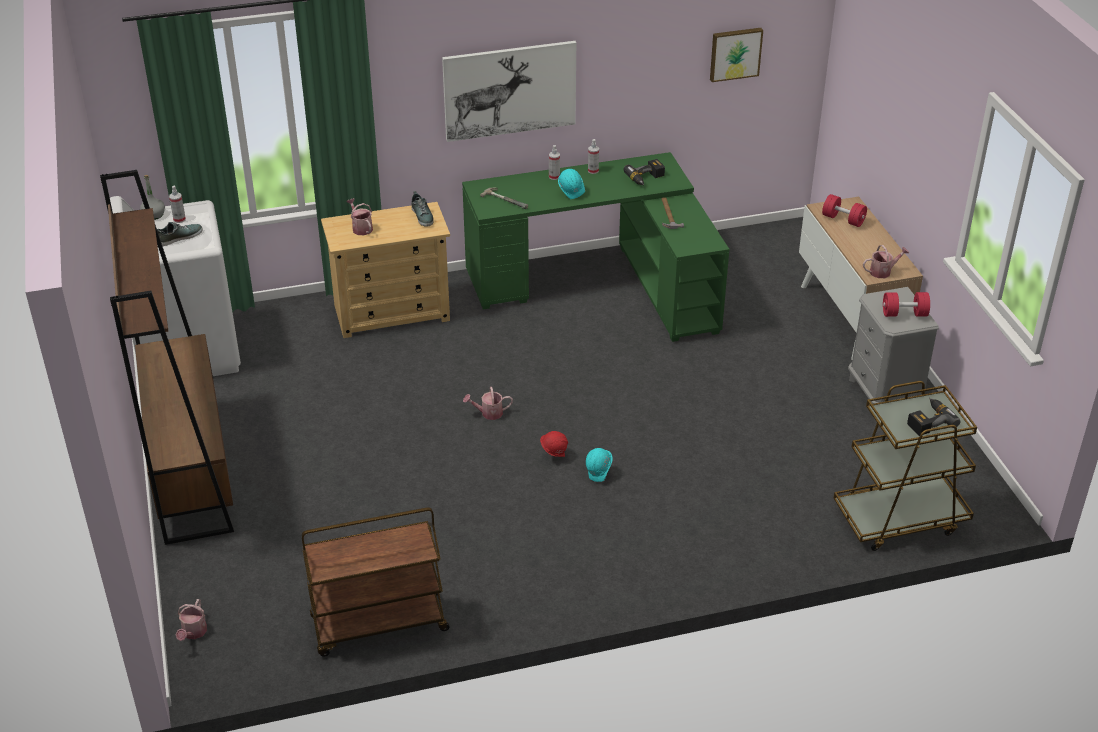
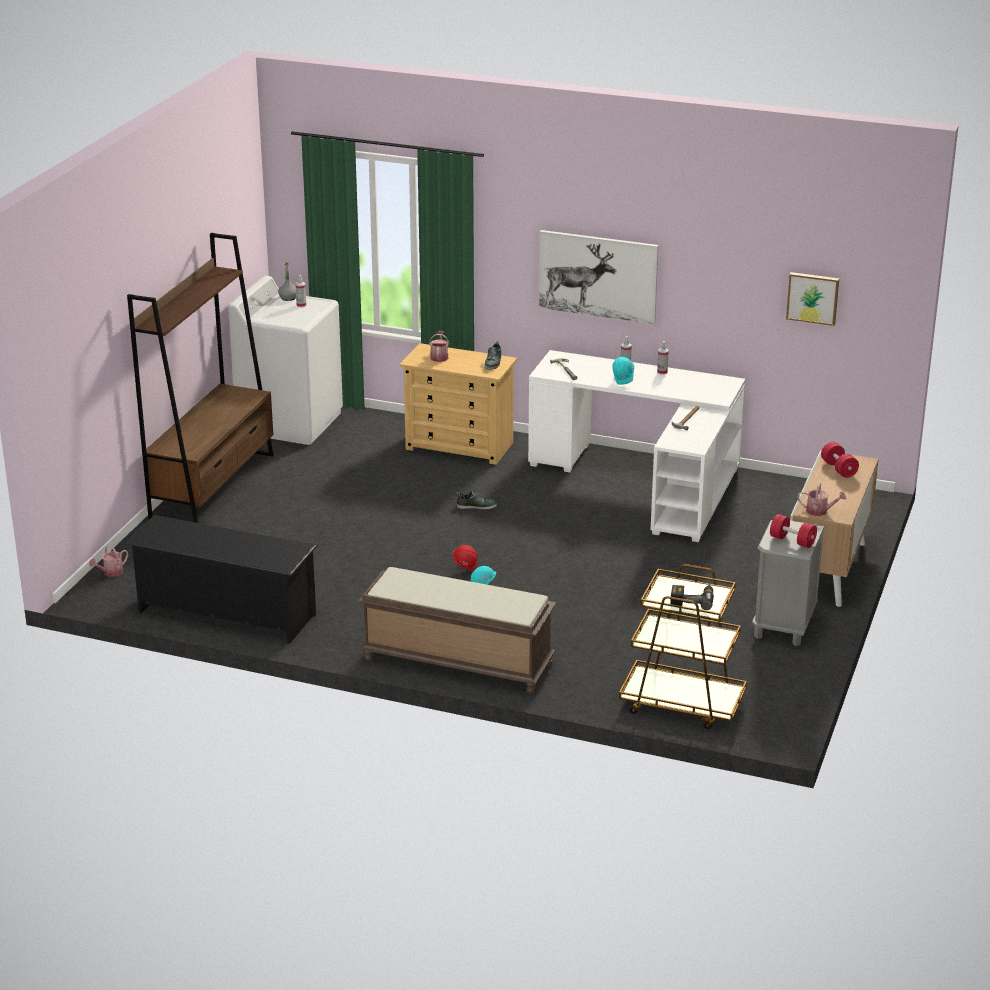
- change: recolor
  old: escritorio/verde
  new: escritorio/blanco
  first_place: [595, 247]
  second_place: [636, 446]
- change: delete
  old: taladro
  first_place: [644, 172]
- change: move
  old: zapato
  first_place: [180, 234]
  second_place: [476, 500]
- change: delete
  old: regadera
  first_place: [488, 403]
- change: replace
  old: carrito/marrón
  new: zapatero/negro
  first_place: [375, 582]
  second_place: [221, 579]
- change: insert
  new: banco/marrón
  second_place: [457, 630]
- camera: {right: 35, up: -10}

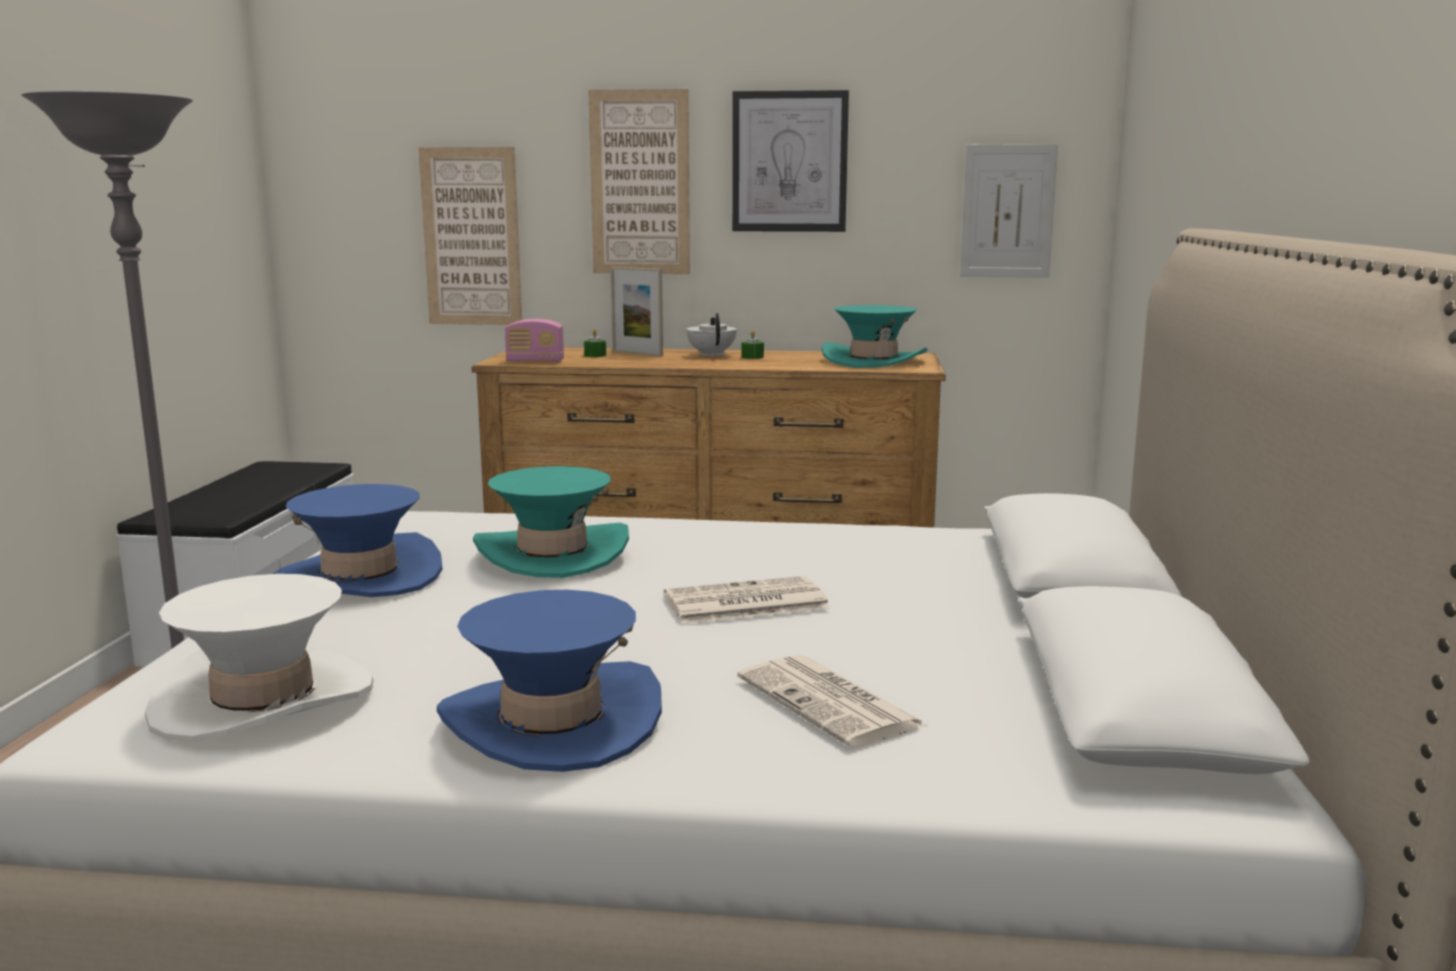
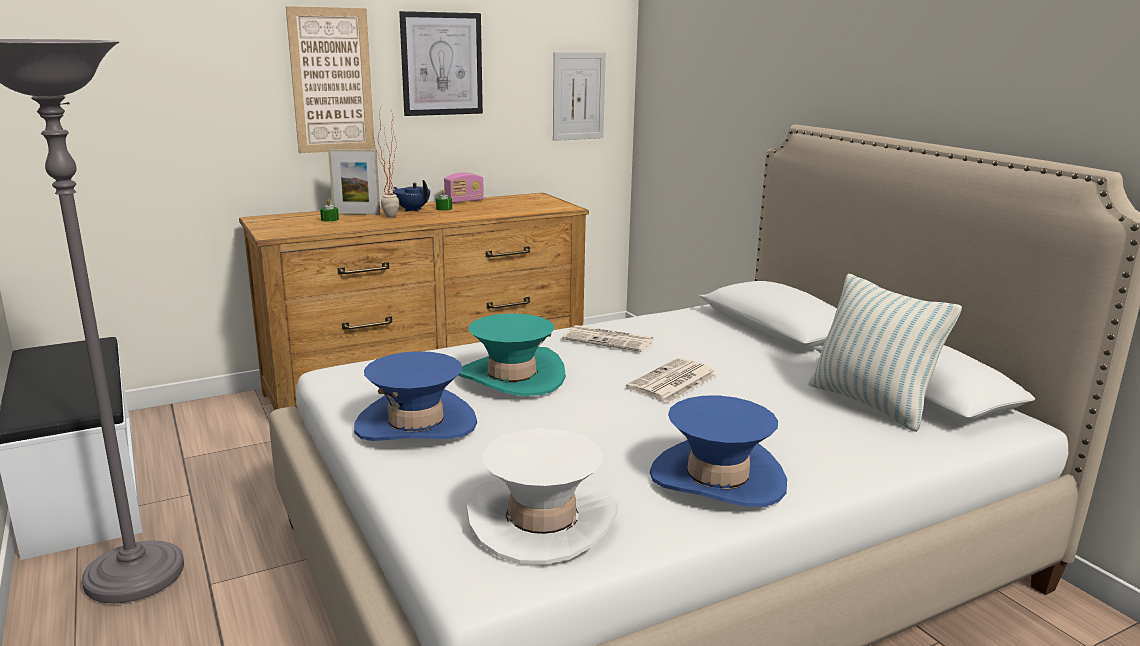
- change: delete
  old: cuadro
  first_place: [470, 236]
- change: delete
  old: sombrero/turquesa
  first_place: [875, 336]
- change: recolor
  old: tetera/blanco
  new: tetera/azul
  first_place: [711, 335]
  second_place: [411, 196]
- change: move
  old: radio
  first_place: [534, 341]
  second_place: [464, 187]
- change: move
  old: periódico
  first_place: [832, 701]
  second_place: [608, 338]
- change: insert
  new: planta en maceta
  second_place: [384, 161]
- change: insert
  new: cojín
  second_place: [885, 353]
- camera: {right: -35, up: 5}

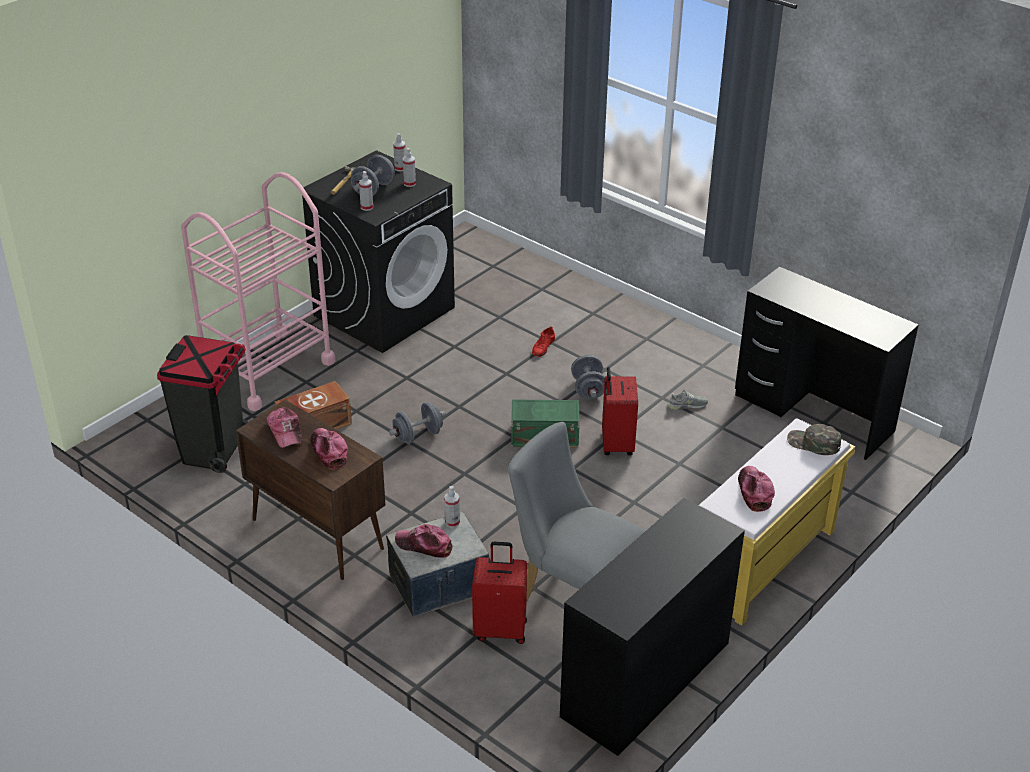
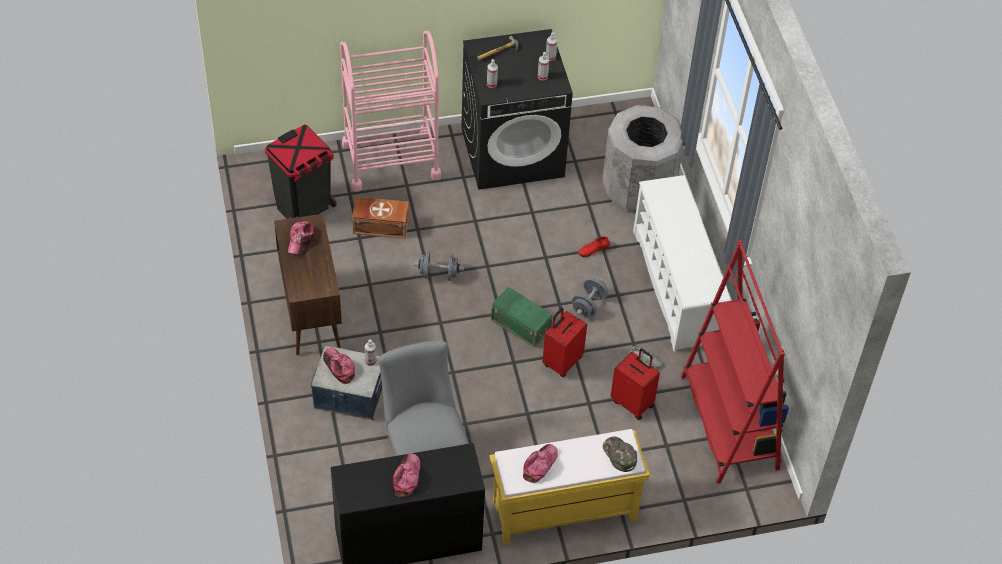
- change: delete
  old: mancuerna/gris
  first_place: [373, 175]
- change: replace
  old: escritorio/negro
  new: estantería/rojo
  first_place: [826, 363]
  second_place: [735, 362]
- change: move
  old: gorra
  first_place: [329, 449]
  second_place: [406, 475]
- change: move
  old: maleta/rojo
  first_place: [499, 593]
  second_place: [635, 384]
- change: insert
  new: papelera/gris
  second_place: [643, 159]
- change: insert
  new: zapatero/blanco
  second_place: [682, 263]
- camera: {right: 35, up: 15}

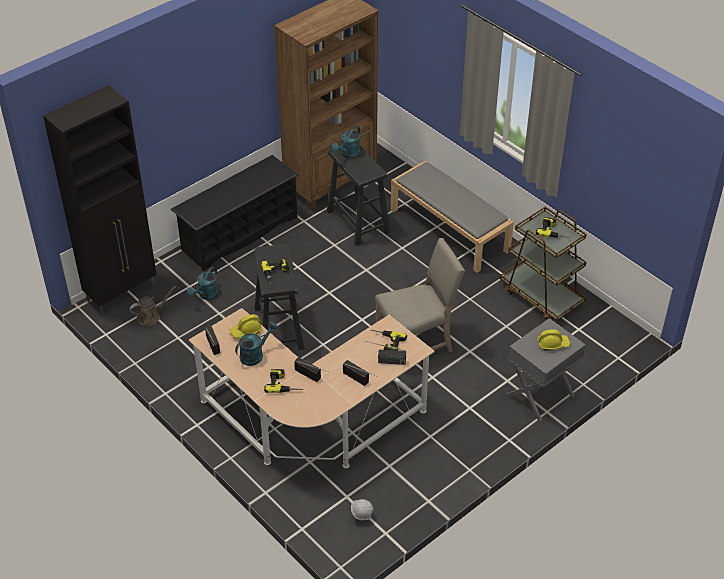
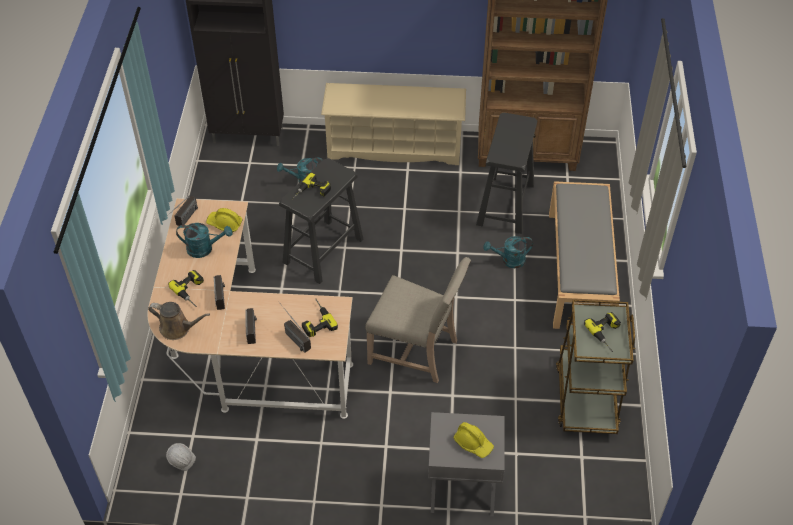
- change: move
  old: regadera/turquesa
  first_place: [346, 142]
  second_place: [508, 252]
- change: recolor
  old: zapatero/negro
  new: zapatero/beis
  first_place: [234, 213]
  second_place: [393, 124]
- change: move
  old: regadera/marrón
  first_place: [152, 305]
  second_place: [179, 321]
- camera: {right: 45, up: 5}

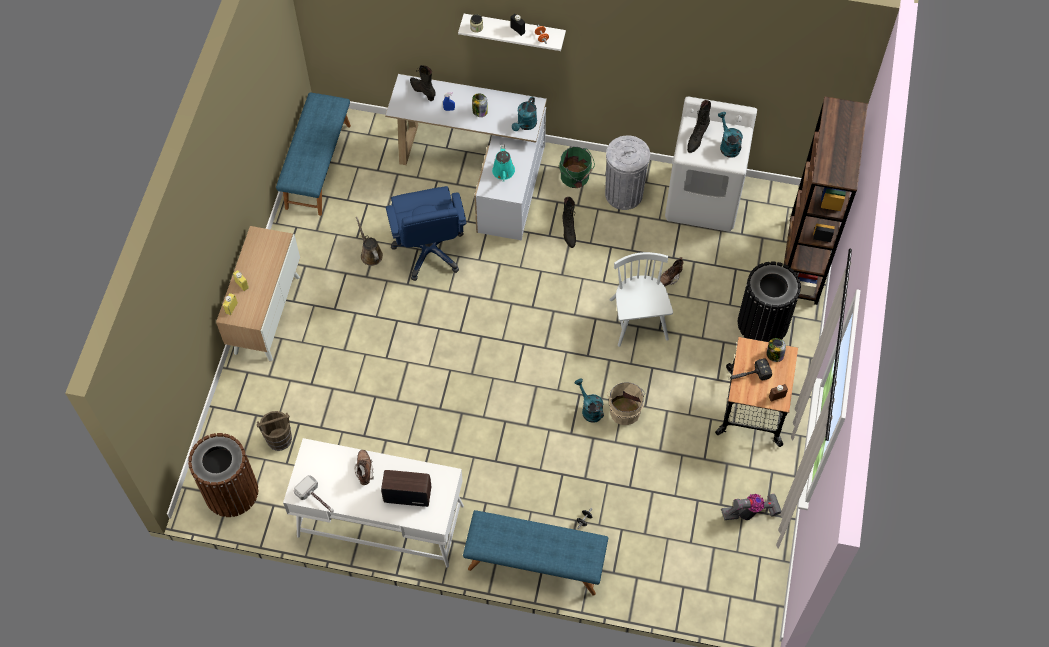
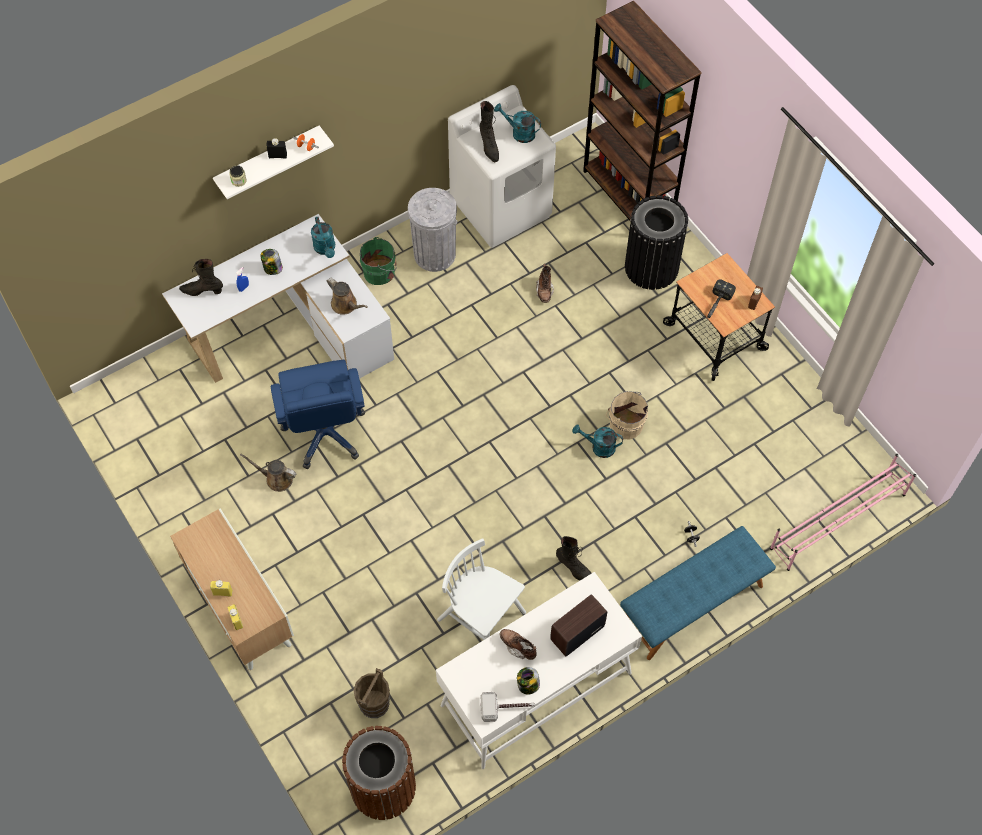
- change: delete
  old: banco/azul
  first_place: [313, 154]
- change: recolor
  old: regadera/turquesa
  new: regadera/marrón
  first_place: [503, 163]
  second_place: [347, 296]
- change: rotate
  old: silla de oficina/azul
  first_place: [426, 233]
  second_place: [318, 414]
  degrees: 45
- change: move
  old: bota/negro
  first_place: [569, 222]
  second_place: [574, 558]
- change: move
  old: silla/blanco
  first_place: [641, 299]
  second_place: [481, 589]
- change: move
  old: tarro
  first_place: [776, 350]
  second_place: [528, 680]
- change: delete
  old: aspiradora
  first_place: [751, 507]
- change: insert
  new: zapatero/rosa
  second_place: [843, 512]
- camera: {right: -45, up: 0}

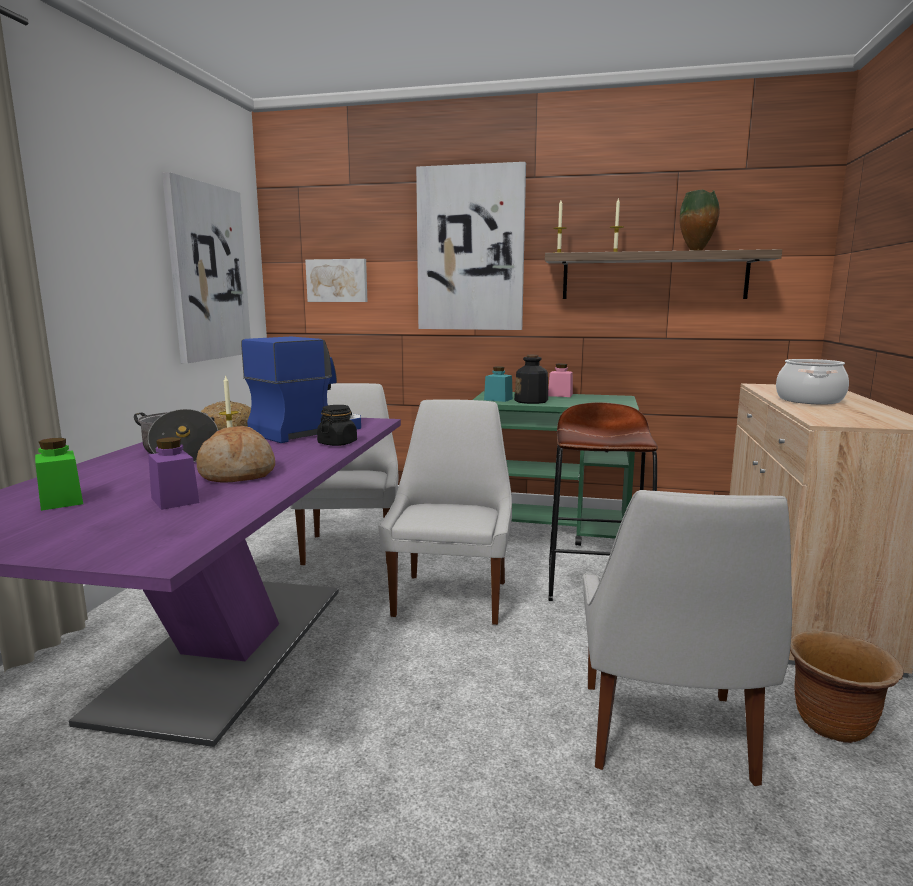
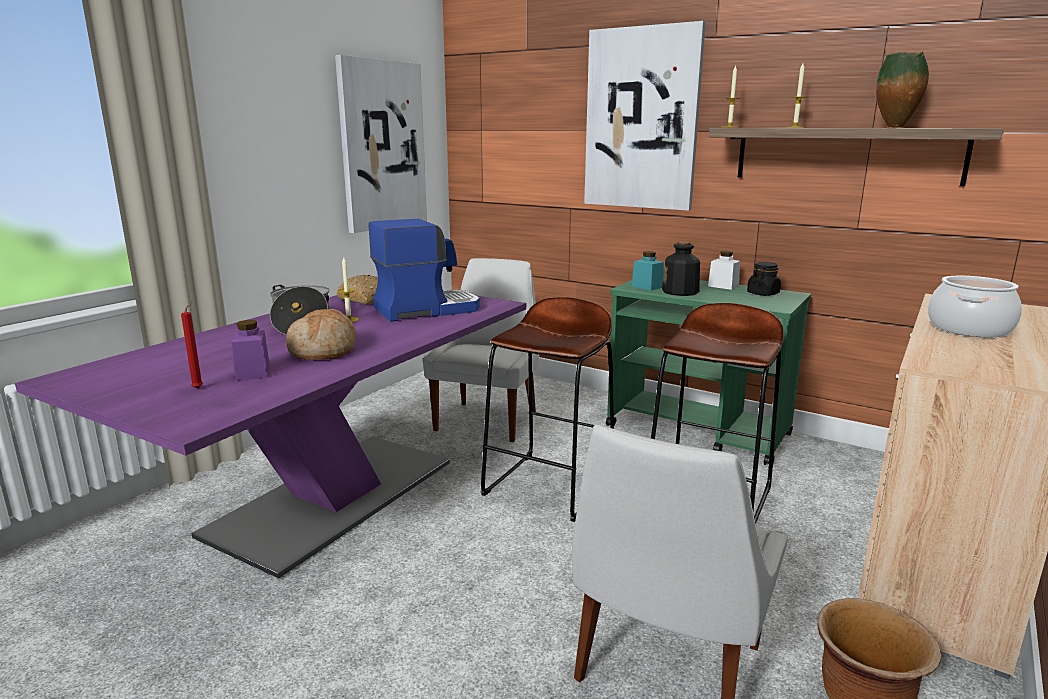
- change: delete
  old: cuadro
  first_place: [336, 280]
- change: recolor
  old: tarro/rosa
  new: tarro/blanco
  first_place: [560, 380]
  second_place: [724, 270]
- change: replace
  old: silla/blanco
  new: taburete/marrón
  first_place: [445, 512]
  second_place: [547, 409]
- change: move
  old: tarro/negro
  first_place: [337, 425]
  second_place: [764, 279]
- change: delete
  old: tarro/verde
  first_place: [59, 474]
- change: insert
  new: vela/rojo
  second_place: [192, 345]
- camera: {right: 20, up: 5}

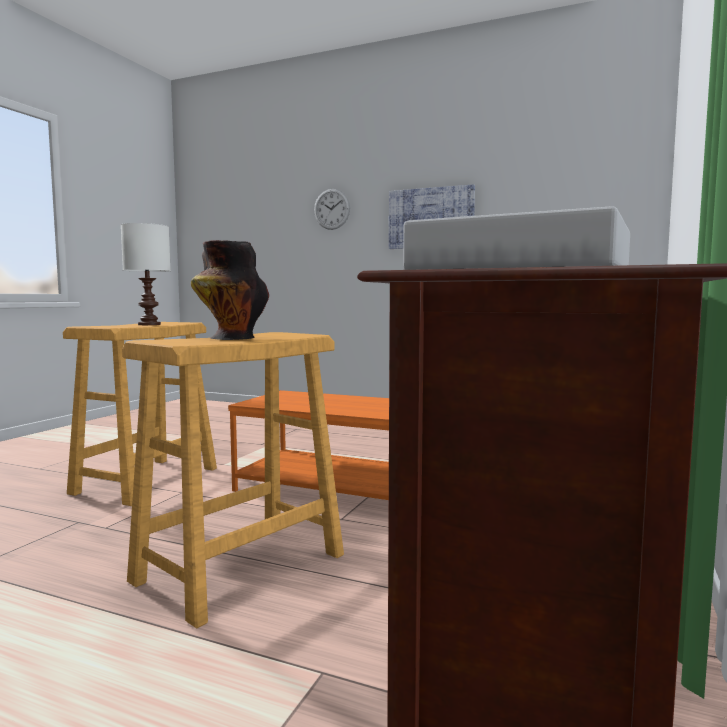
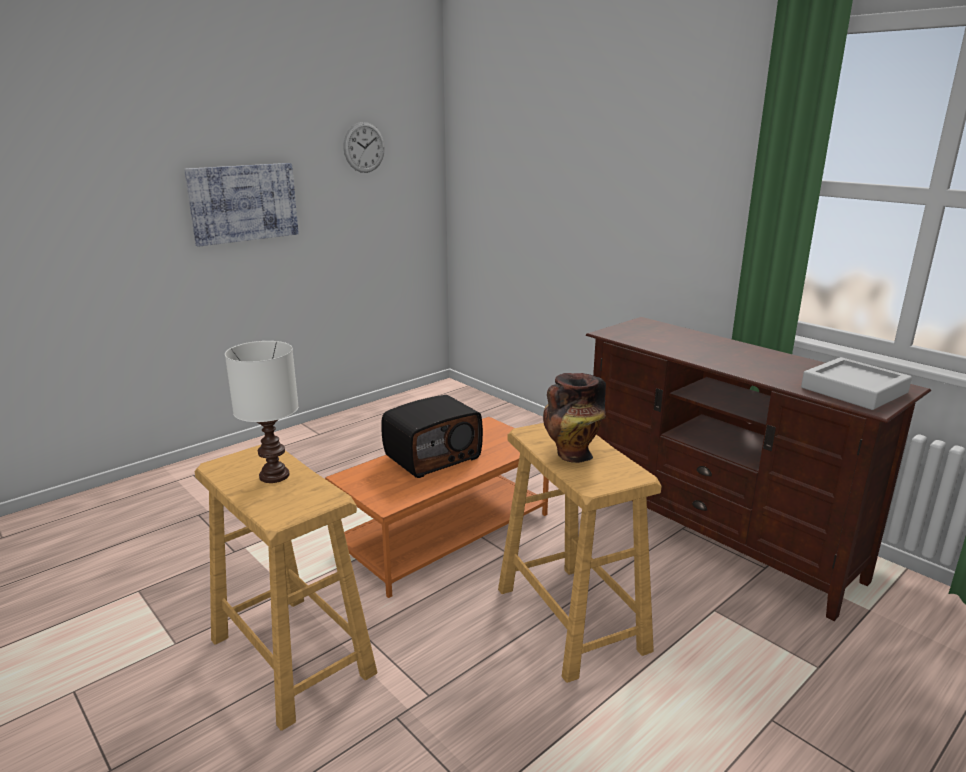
- change: move
  old: reloj de pared
  first_place: [332, 209]
  second_place: [364, 147]
- change: insert
  new: radio
  second_place: [432, 436]
- camera: {right: -65, up: 15}

